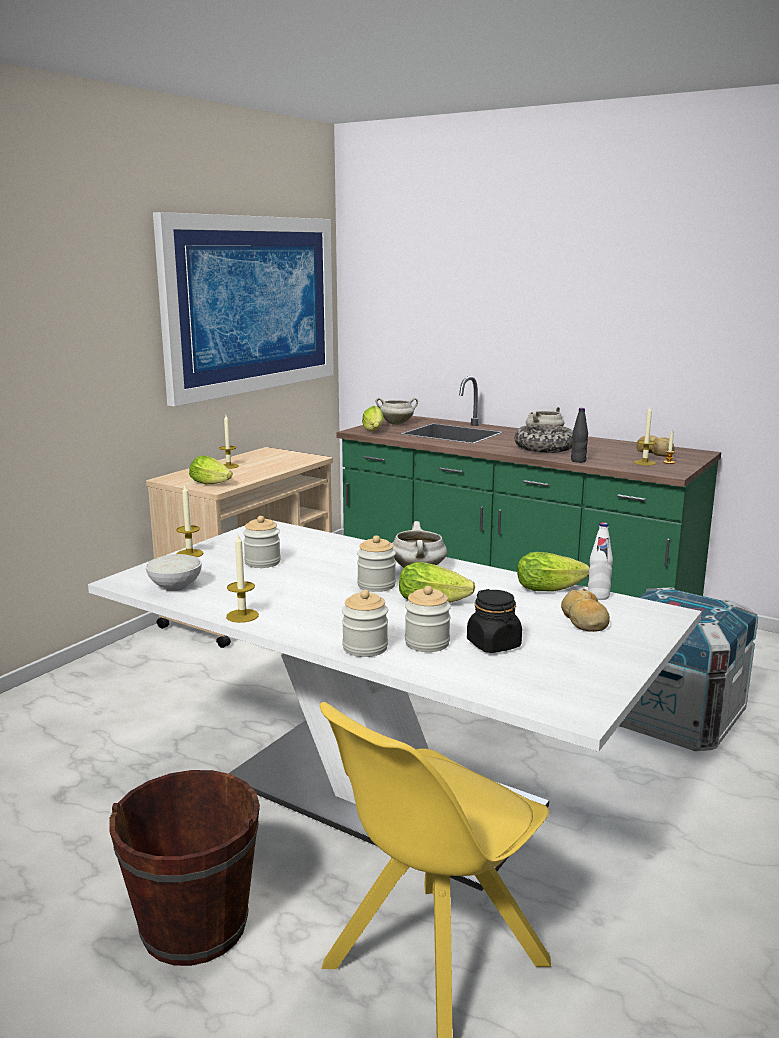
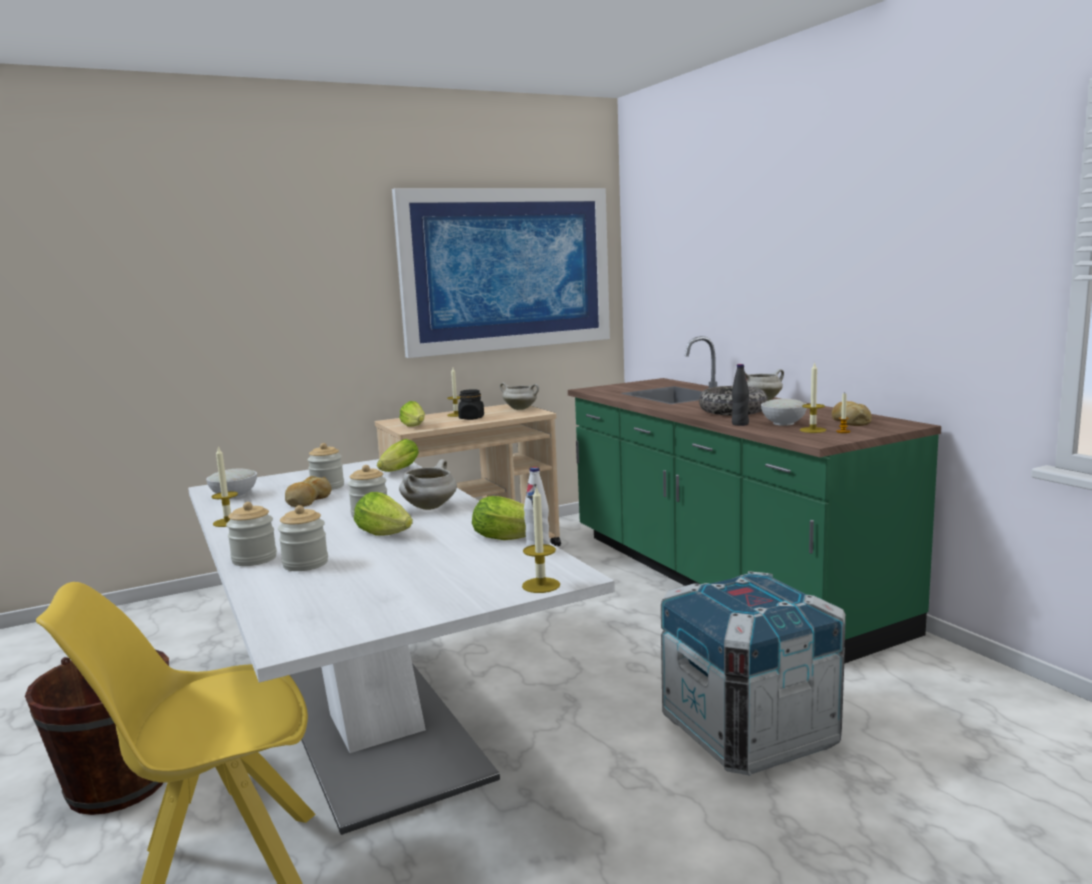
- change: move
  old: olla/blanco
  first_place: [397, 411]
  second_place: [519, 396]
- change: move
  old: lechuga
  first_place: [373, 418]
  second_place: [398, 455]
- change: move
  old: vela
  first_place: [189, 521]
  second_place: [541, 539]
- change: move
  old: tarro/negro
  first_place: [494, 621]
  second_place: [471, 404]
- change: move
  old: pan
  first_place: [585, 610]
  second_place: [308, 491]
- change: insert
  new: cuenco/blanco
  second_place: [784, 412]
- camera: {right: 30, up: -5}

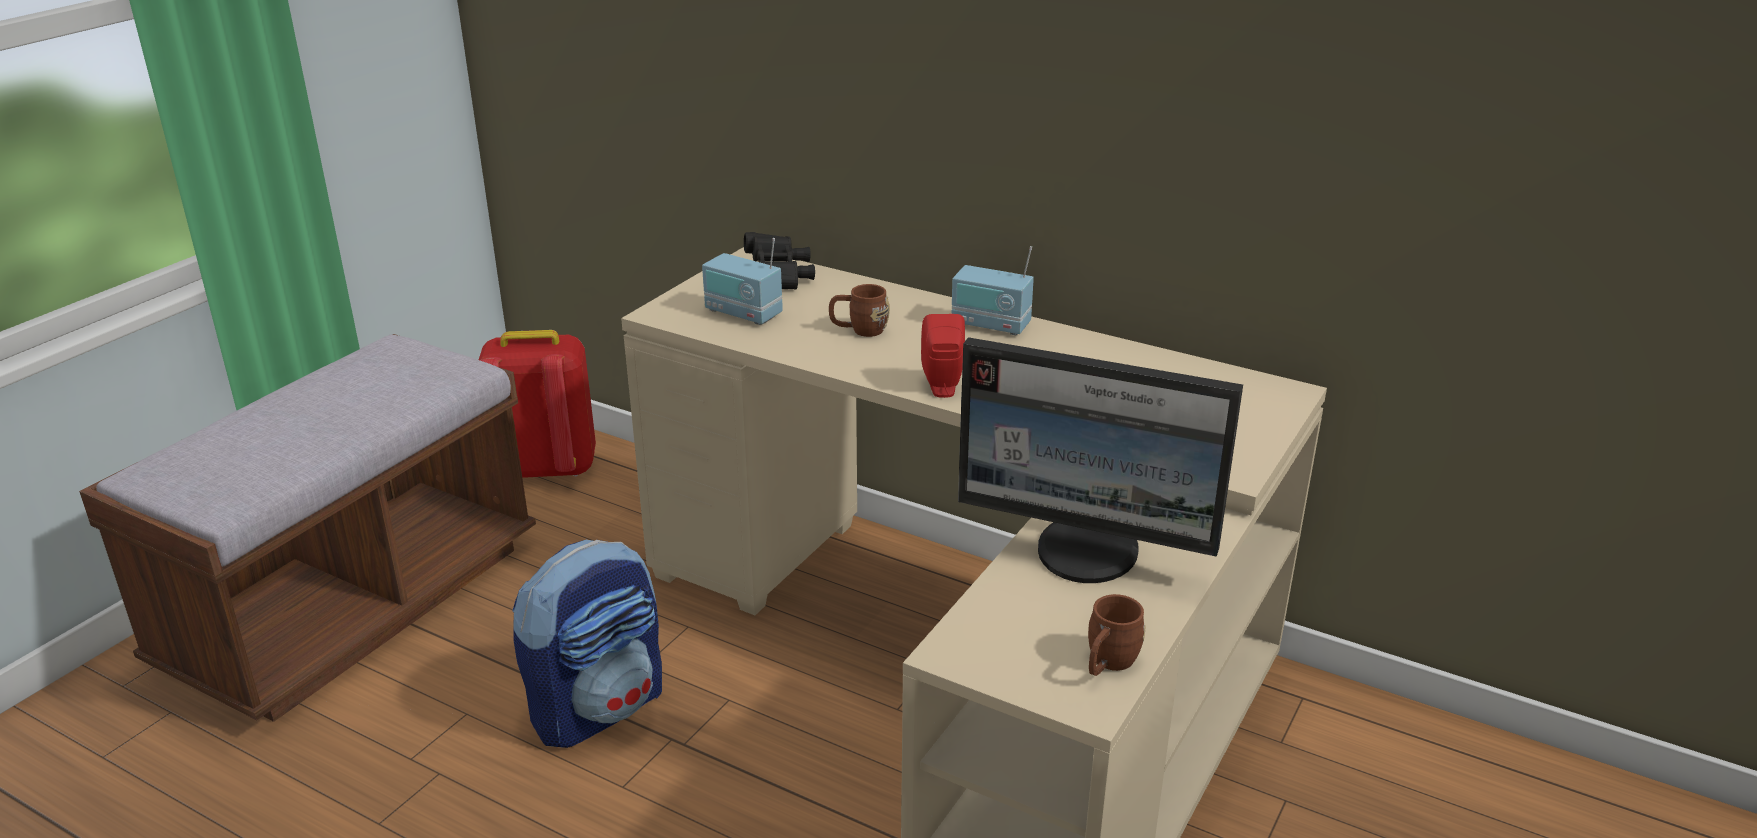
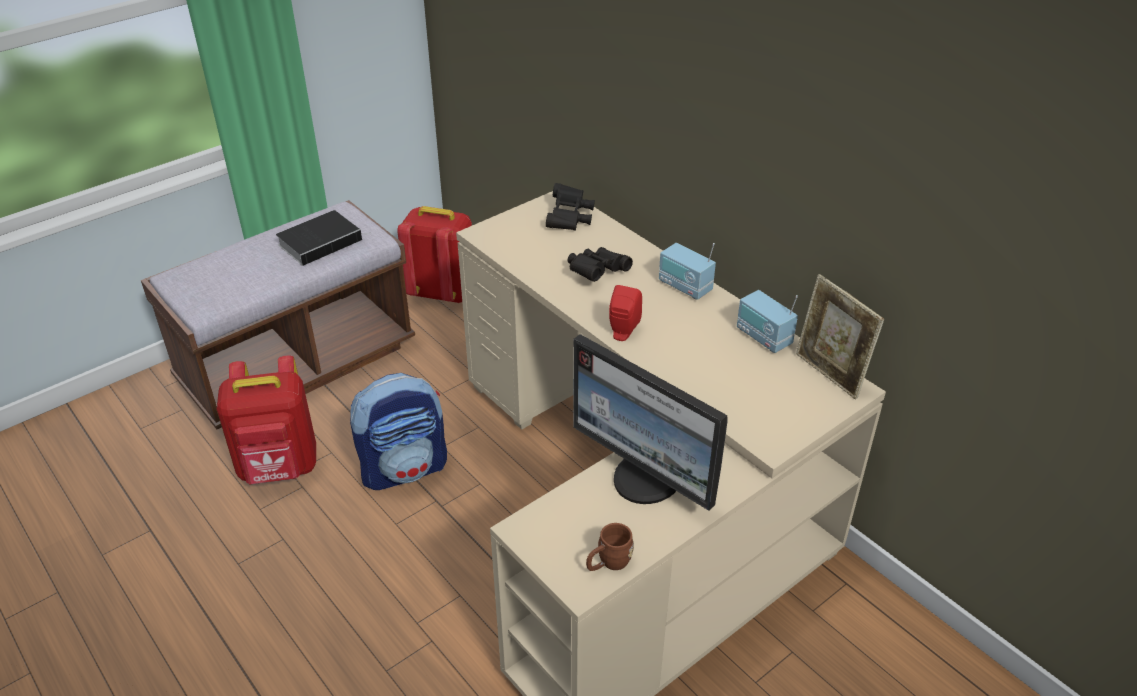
- change: move
  old: radio
  first_place: [742, 281]
  second_place: [767, 321]
- change: replace
  old: taza grande/marrón
  new: prismáticos/negro
  first_place: [859, 310]
  second_place: [600, 264]
- change: insert
  new: libro
  second_place: [322, 238]
- change: insert
  new: portarretratos
  second_place: [840, 337]
- change: insert
  new: mochila/rojo
  second_place: [266, 420]
- camera: {right: 20, up: 10}

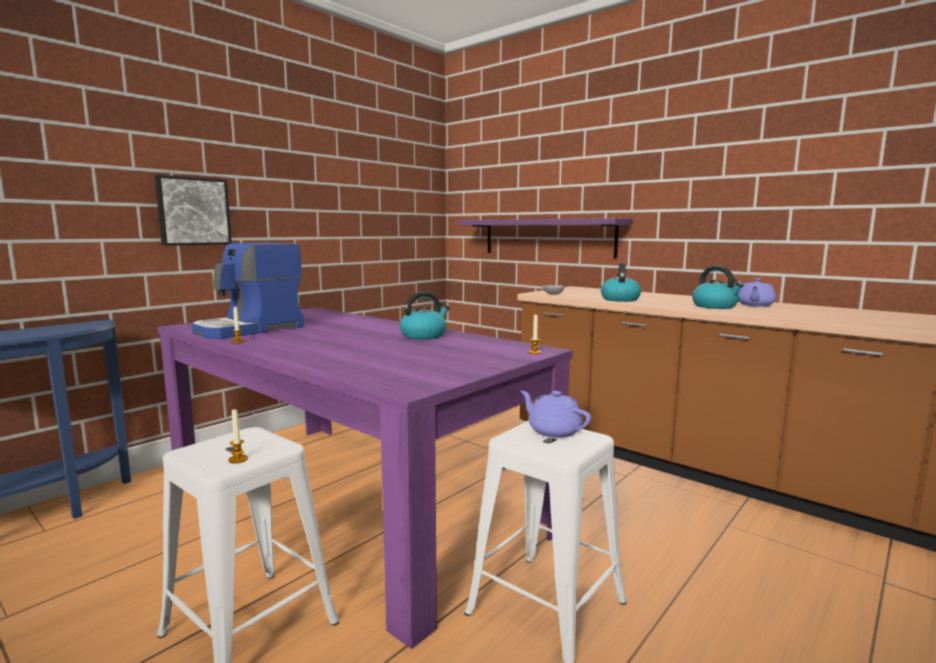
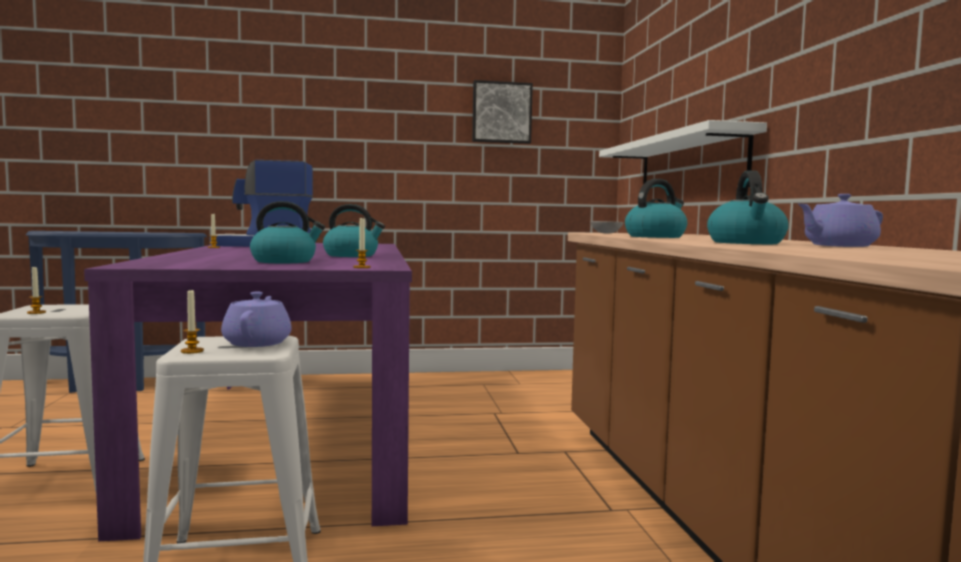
- change: move
  old: cuadro
  first_place: [193, 210]
  second_place: [502, 112]
- change: recolor
  old: estante/morado
  new: estante/blanco
  first_place: [546, 238]
  second_place: [683, 153]
- change: insert
  new: hervidor
  second_place: [287, 232]
- change: insert
  new: vela
  second_place: [192, 322]
- camera: {right: 40, up: -5}

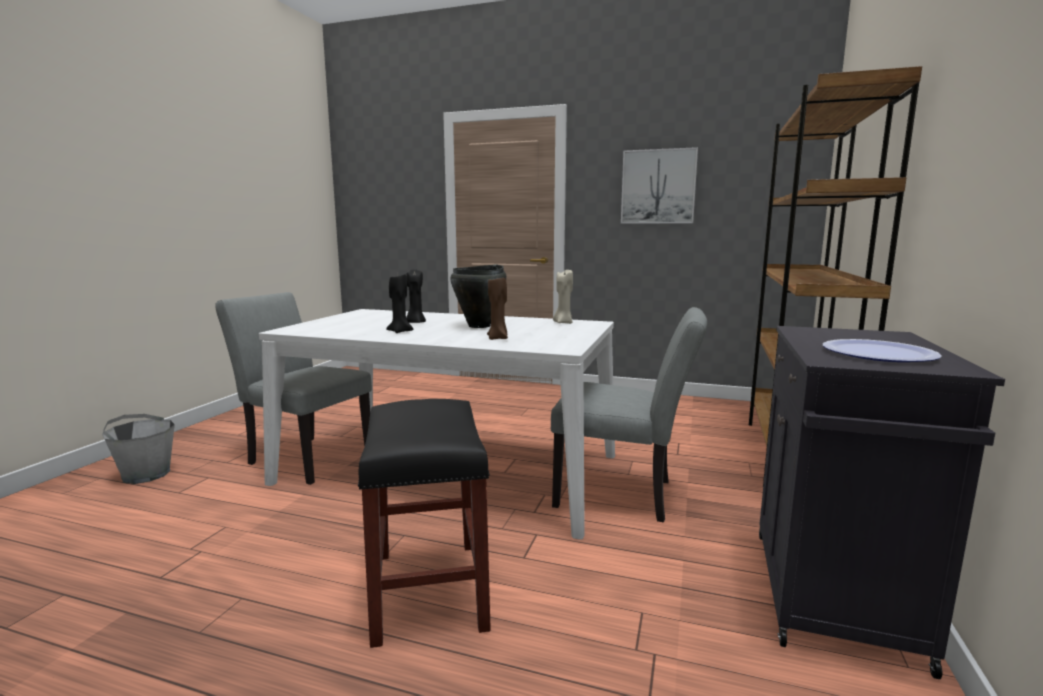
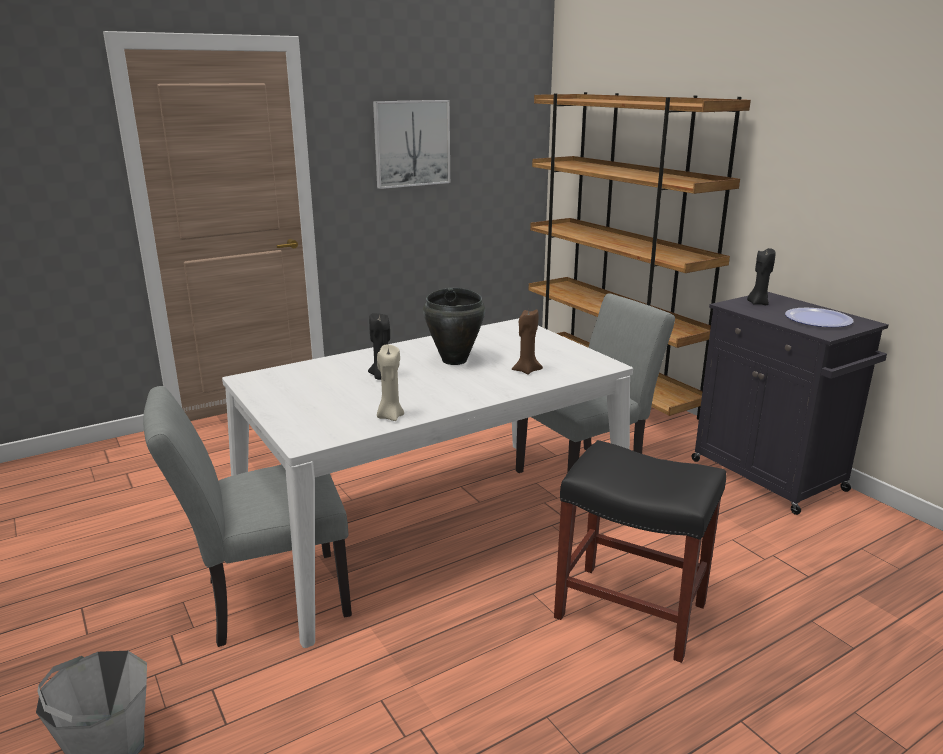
- change: move
  old: vela/beis
  first_place: [563, 297]
  second_place: [390, 382]
- change: move
  old: vela/negro
  first_place: [399, 303]
  second_place: [761, 276]
- camera: {right: -50, up: 10}

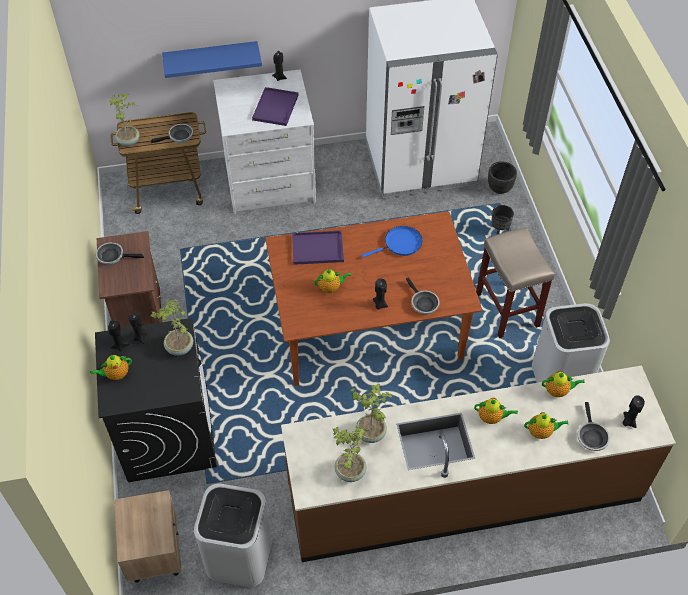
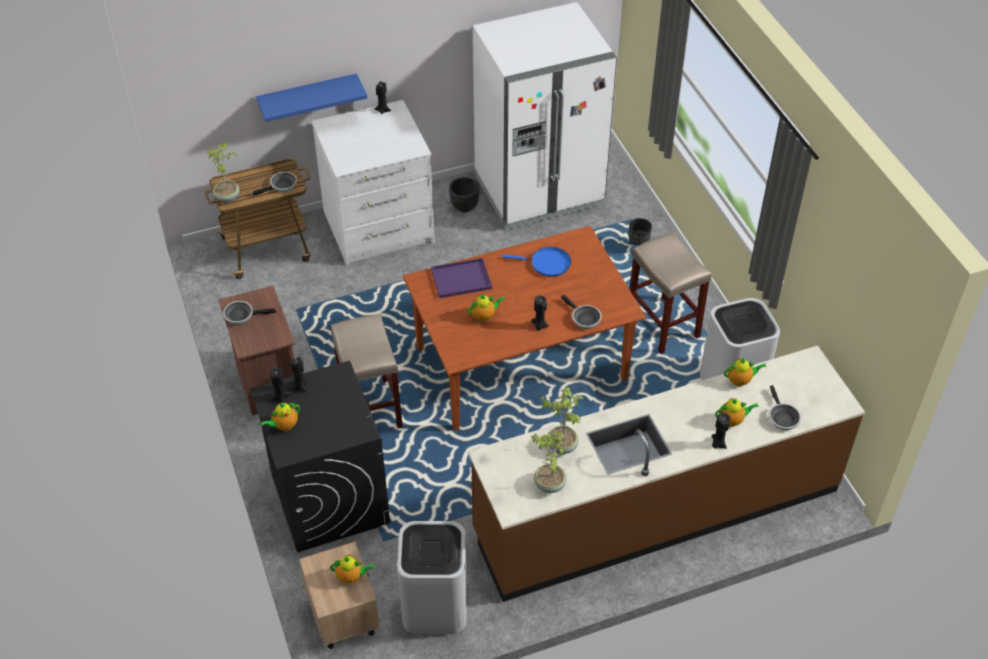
- change: delete
  old: bandeja/morado
  first_place: [275, 106]
- change: move
  old: maceta/negro
  first_place: [502, 177]
  second_place: [464, 195]
- change: rotate
  old: sartén/azul
  first_place: [392, 242]
  second_place: [536, 262]
  degrees: 45
- change: delete
  old: planta en maceta
  first_place: [171, 327]
- change: move
  old: vela/negro
  first_place: [634, 411]
  second_place: [721, 431]
- change: move
  old: tetera
  first_place: [496, 411]
  second_place: [352, 569]
- change: insert
  new: taburete/beis
  second_place: [367, 371]
- camera: {right: -10, up: -5}

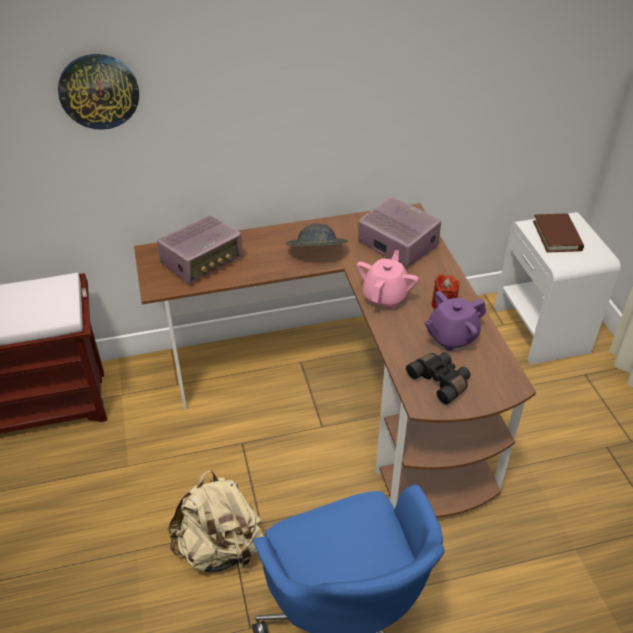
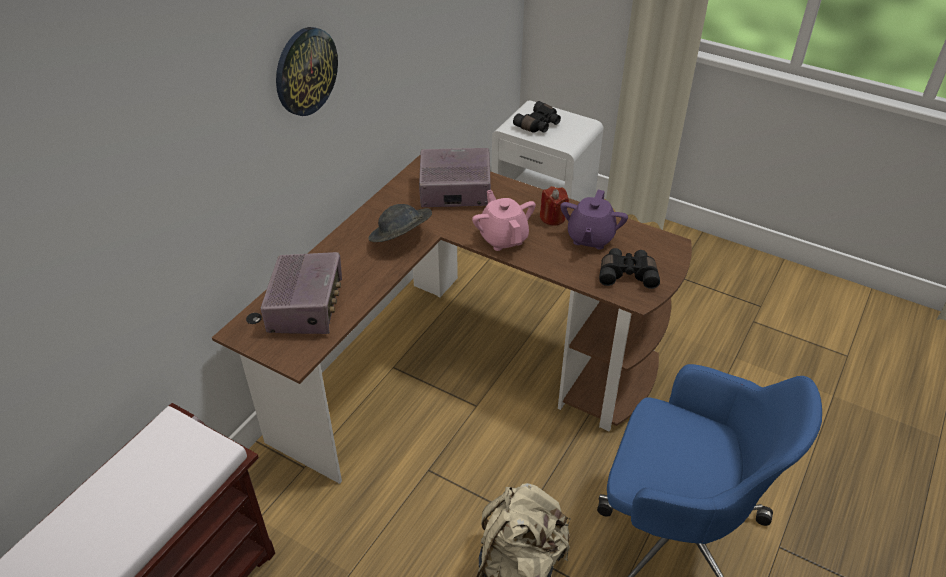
- change: move
  old: reloj de pared
  first_place: [98, 92]
  second_place: [307, 71]
- change: replace
  old: libro/marrón
  new: prismáticos/negro
  first_place: [558, 233]
  second_place: [537, 117]
- camera: {right: -45, up: 0}

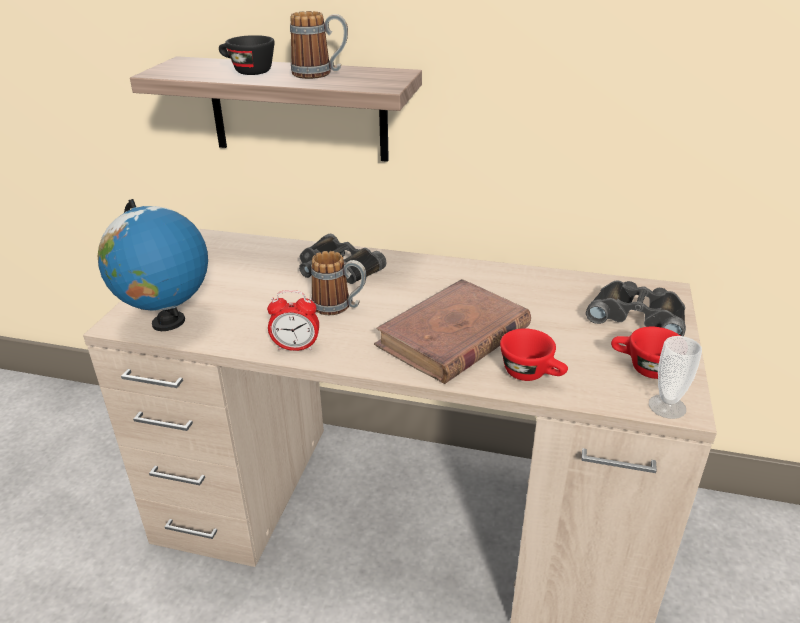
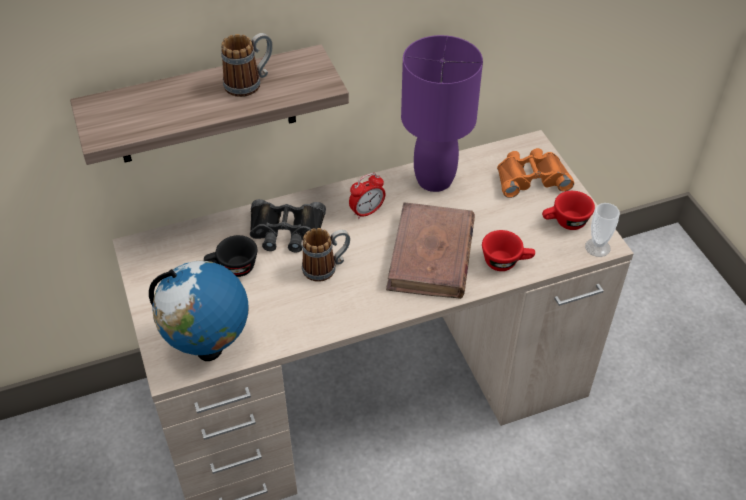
- change: move
  old: taza/negro
  first_place: [247, 55]
  second_place: [230, 256]
- change: recolor
  old: prismáticos/negro
  new: prismáticos/naranja
  first_place: [636, 308]
  second_place: [535, 173]
- change: move
  old: despertador
  first_place: [293, 320]
  second_place: [367, 196]
- change: insert
  new: lámpara de mesa/morado
  second_place: [442, 113]
- camera: {right: -35, up: 15}

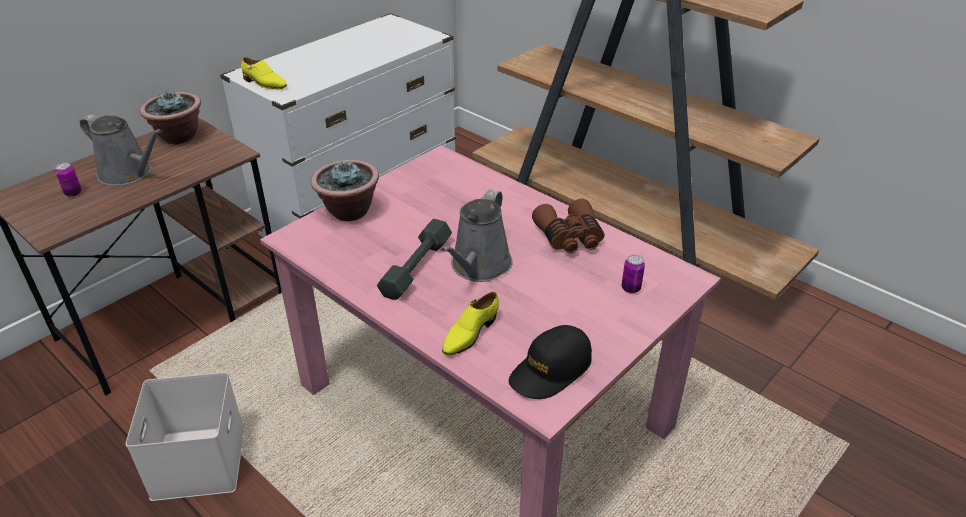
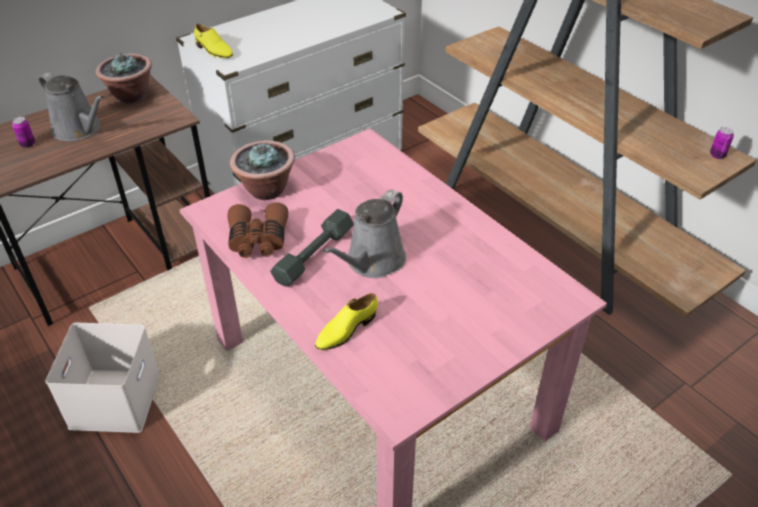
- change: move
  old: prismáticos/marrón
  first_place: [568, 226]
  second_place: [257, 230]
- change: move
  old: lata
  first_place: [633, 274]
  second_place: [722, 143]
- change: delete
  old: gorra/negro
  first_place: [550, 362]
- camera: {right: 10, up: 5}

